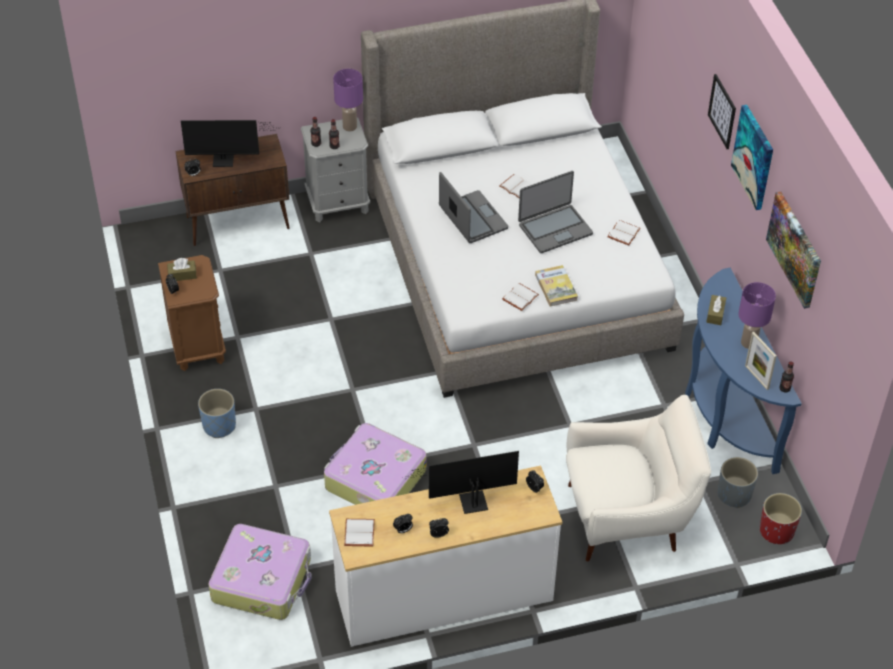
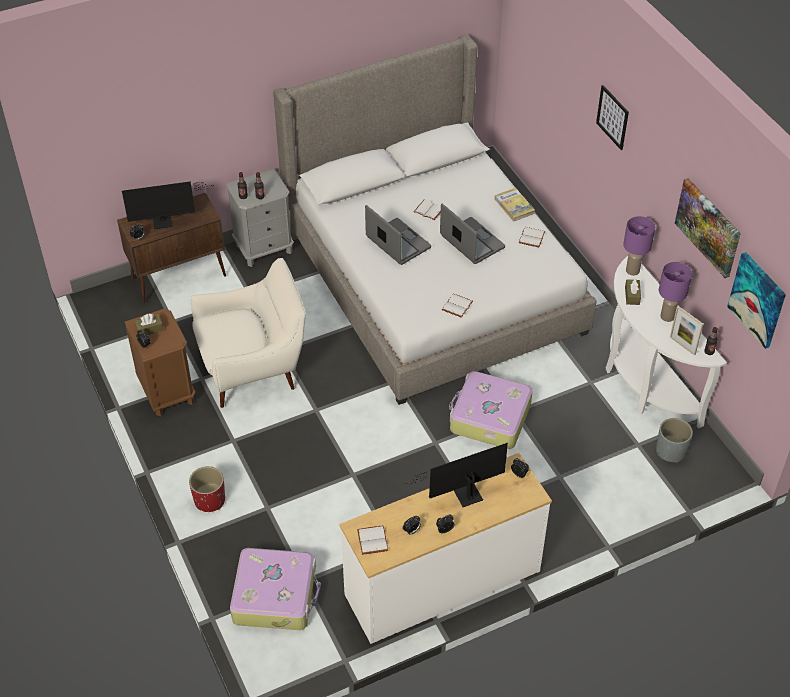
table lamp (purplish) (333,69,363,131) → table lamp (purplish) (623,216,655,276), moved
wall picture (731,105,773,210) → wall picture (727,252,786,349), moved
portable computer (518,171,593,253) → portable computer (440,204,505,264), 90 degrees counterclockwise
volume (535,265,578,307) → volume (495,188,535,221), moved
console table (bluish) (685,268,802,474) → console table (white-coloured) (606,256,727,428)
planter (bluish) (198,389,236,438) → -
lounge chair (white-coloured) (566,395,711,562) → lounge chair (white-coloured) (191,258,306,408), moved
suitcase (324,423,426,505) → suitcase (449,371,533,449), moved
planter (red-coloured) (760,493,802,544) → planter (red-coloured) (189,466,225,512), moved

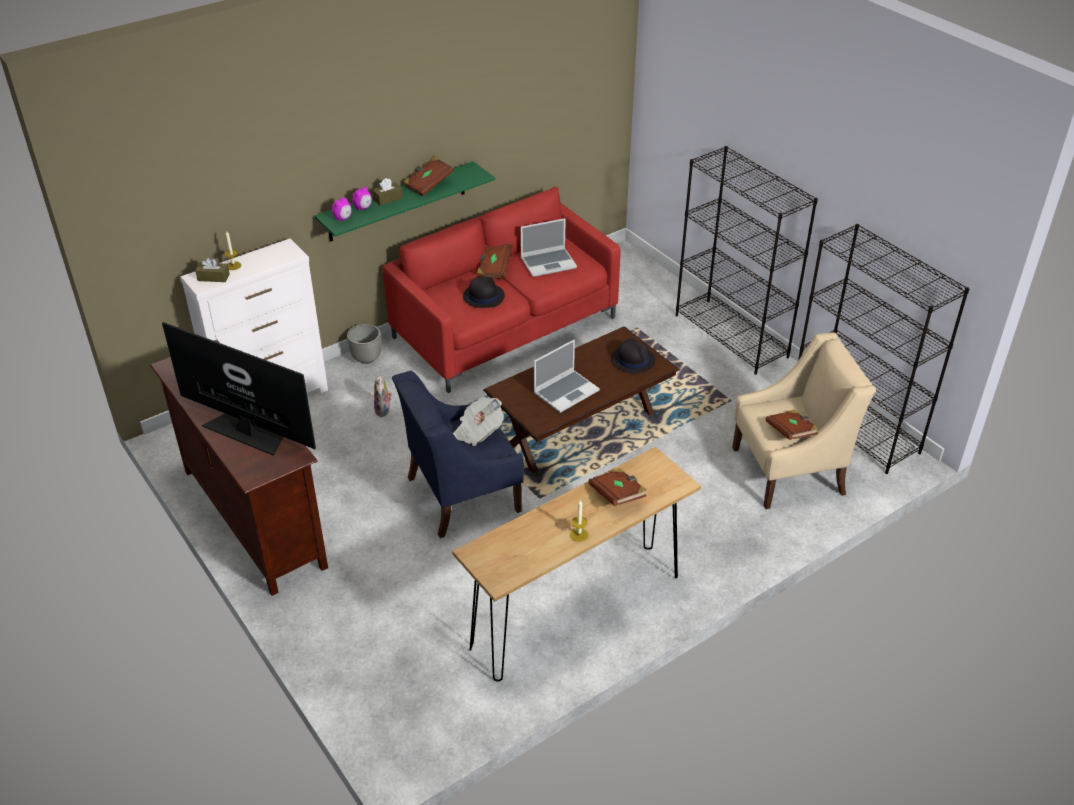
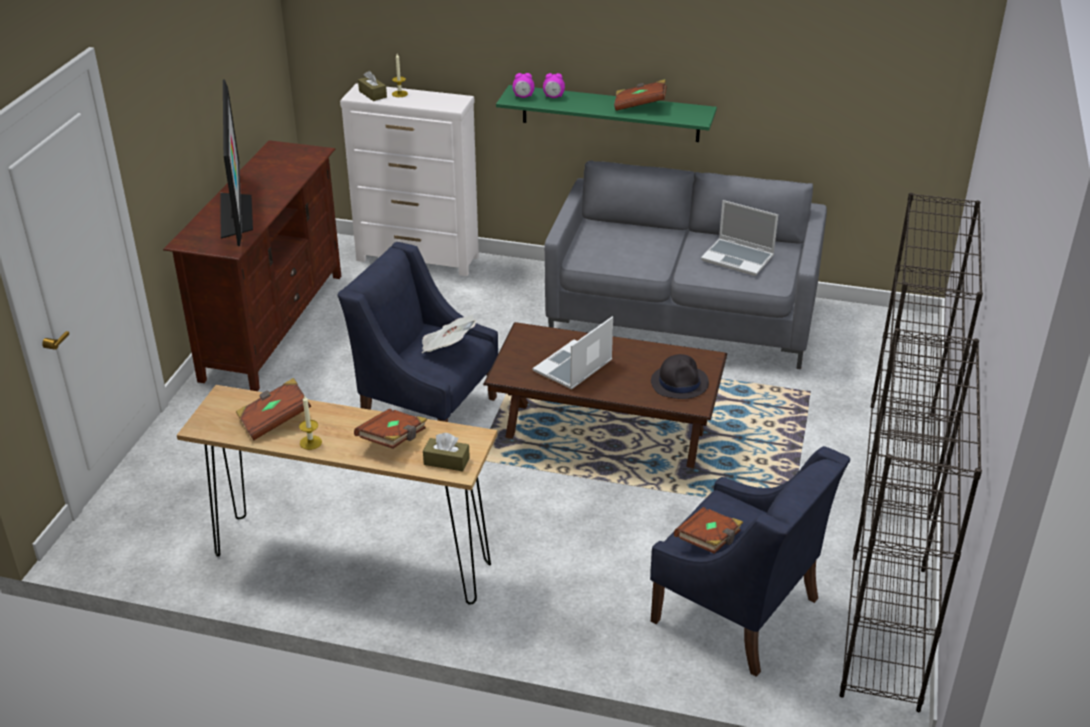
tissue holder (brownish) (372,178,403,206) → tissue holder (brownish) (423,433,470,471), moved
sofa (red-coloured) (383,187,620,393) → sofa (greyish) (544,161,827,369)
volume (brownish) (477,244,513,279) → volume (brownish) (236,378,311,441), moved
clothing hat (blackish) (463,277,505,308) → -
planter (347,324,381,364) → -
lounge chair (beige-coloured) (732,332,876,509) → lounge chair (bluish) (650,446,850,677)
portable computer (534,339,600,413) → portable computer (533,316,613,389), 120 degrees clockwise
soft toy (374,375,392,417) → -

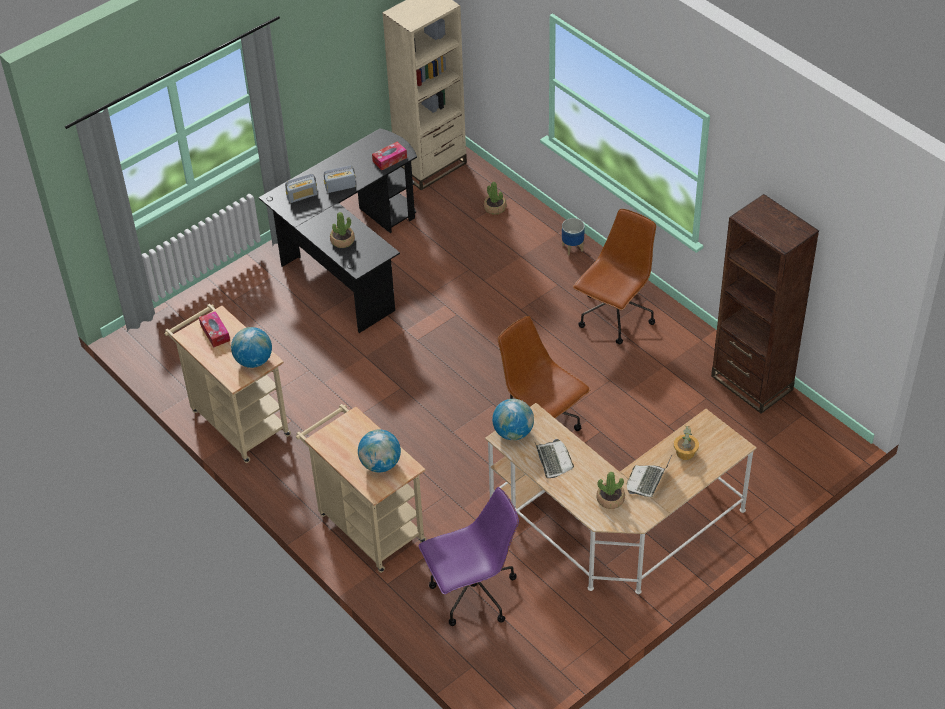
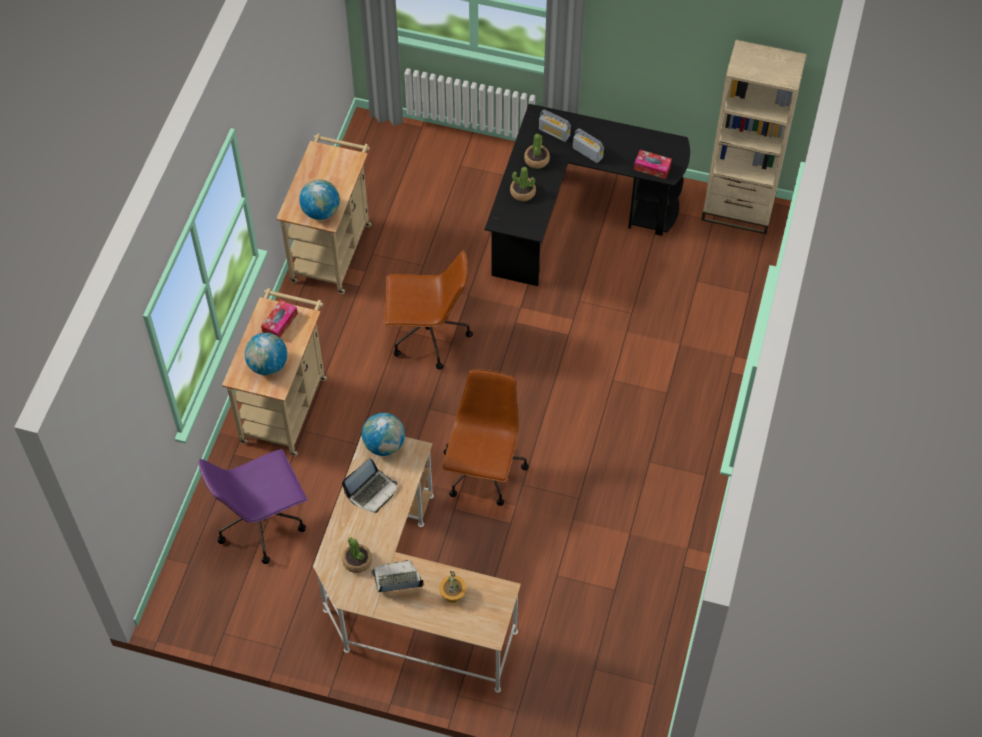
potted plant (484,182,506,215) → potted plant (524,134,550,169), moved
bookcase (brownish) (711,194,819,414) → -
desk chair (brownish) (573,209,656,344) → desk chair (brownish) (384,250,473,369), moved
planter (562,218,585,255) → -
tissue holder (199,311,230,347) → tissue holder (261,300,298,338), moved
desk chair (purplish) (419,487,519,626) → desk chair (purplish) (198,449,307,564), 120 degrees clockwise

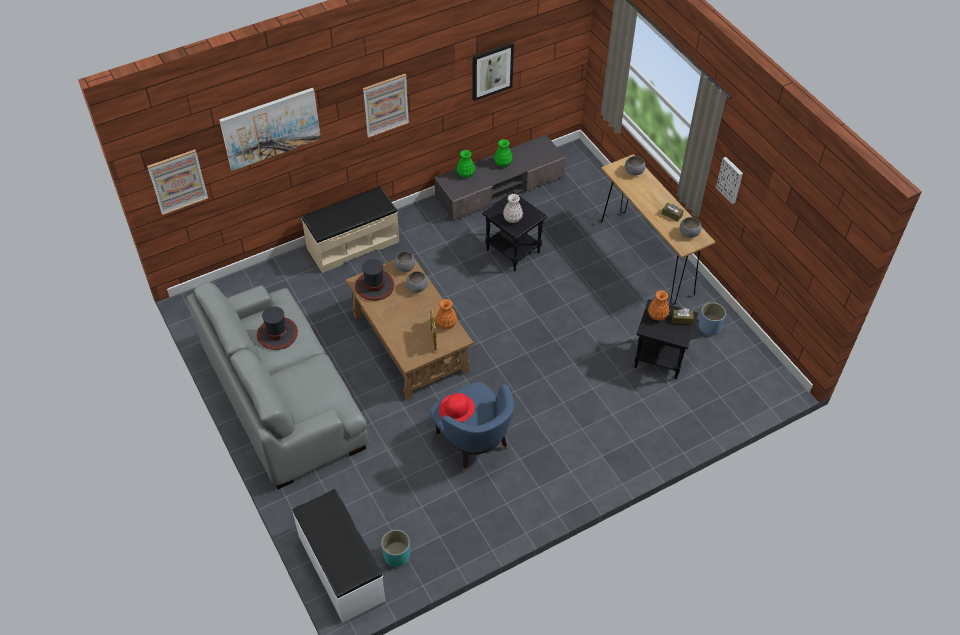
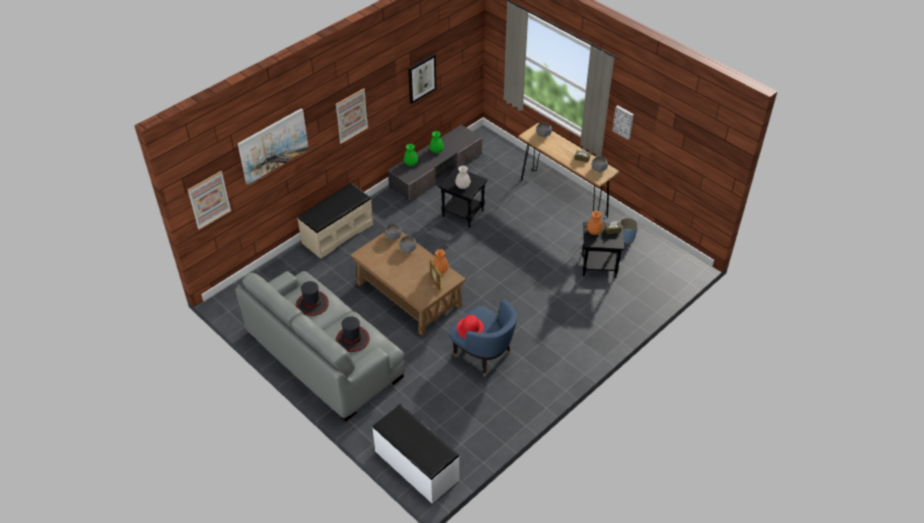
clothing hat (355,259,394,300) → clothing hat (336,316,370,352), moved
planter (turquoise) (381,530,410,567) → -

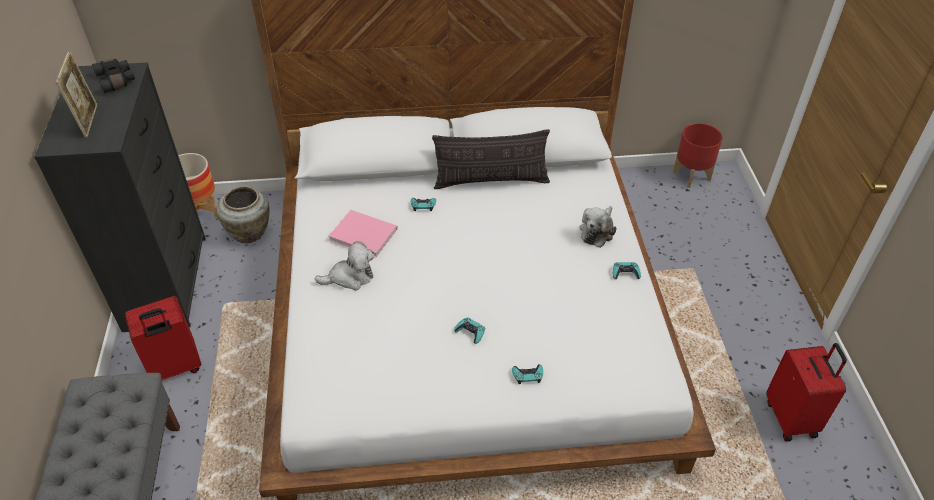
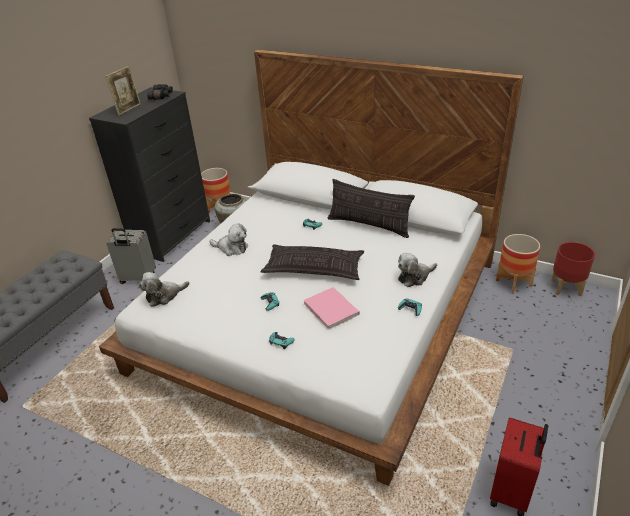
volume (pinkish) (329,210,398,257) → volume (pinkish) (303,287,360,330), moved
suitcase (red-coloured) (125,296,201,381) → suitcase (greyish) (107,228,156,284)
- → planter (496,234,540,294)
- → throw pillow (261,244,364,280)
- → soft toy (139,272,189,307)

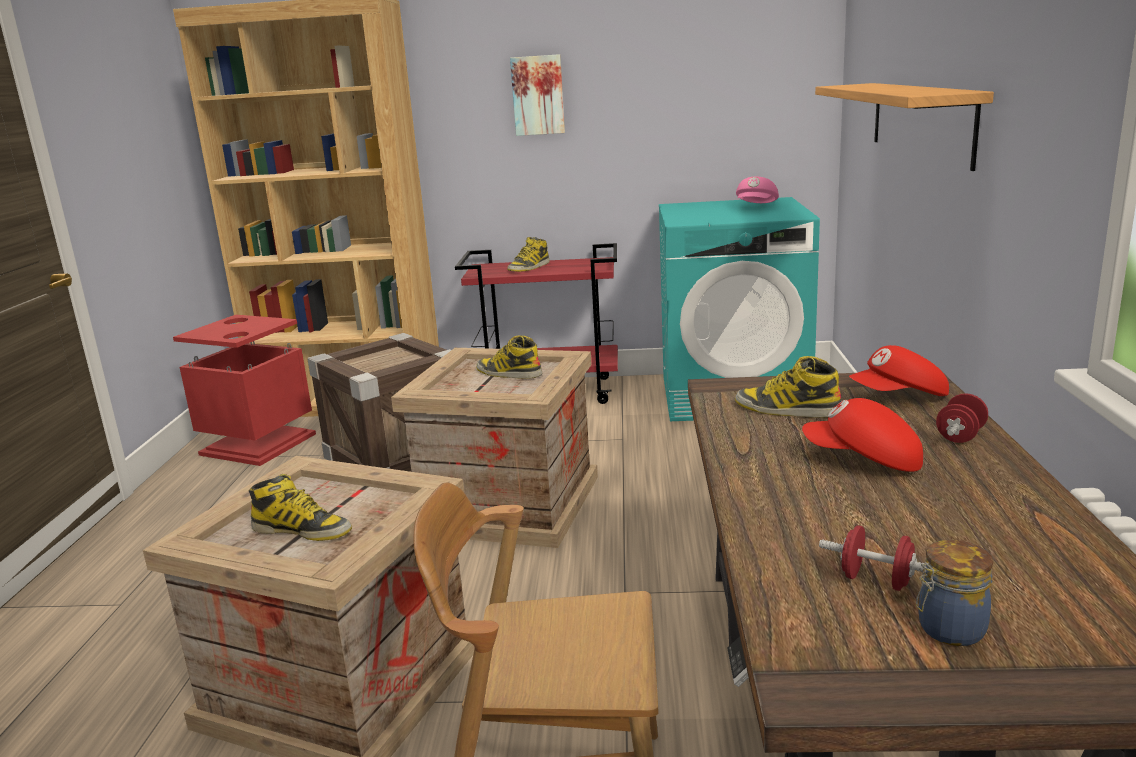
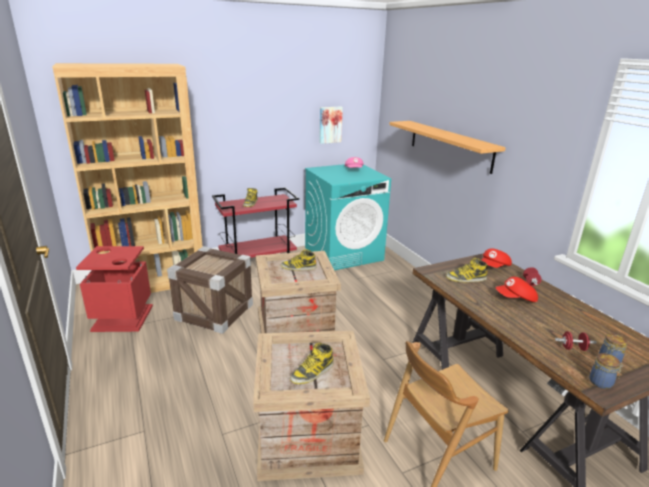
wall picture (510,54,565,136) → wall picture (319,107,343,144), moved
boot (248,474,352,541) → boot (290,343,334,384), 150 degrees clockwise
- → jar (589,353,623,389)

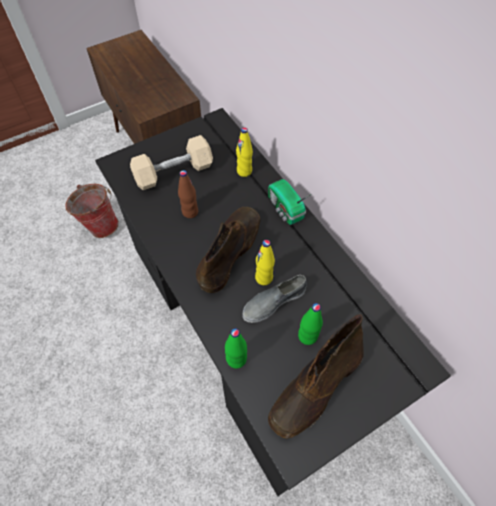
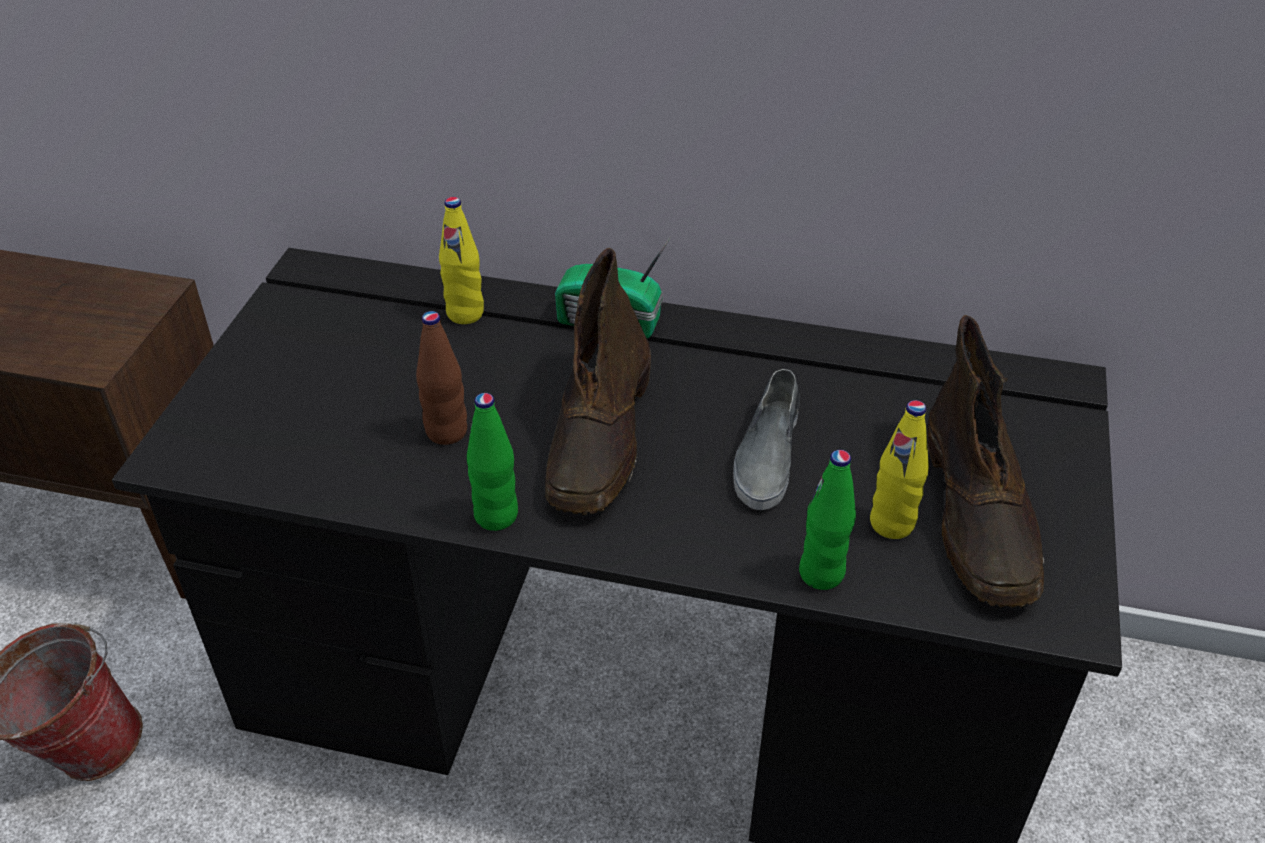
dumbbell (beige-coloured) (130,135,213,190) → -
boot (brownish) (196,207,260,293) → boot (brownish) (545,248,651,515), 150 degrees counterclockwise
drink bottle (yellow-coloured) (255,240,275,285) → drink bottle (yellow-coloured) (870,400,929,539), moved
drink bottle (green) (298,303,323,345) → drink bottle (green) (467,393,518,531), moved

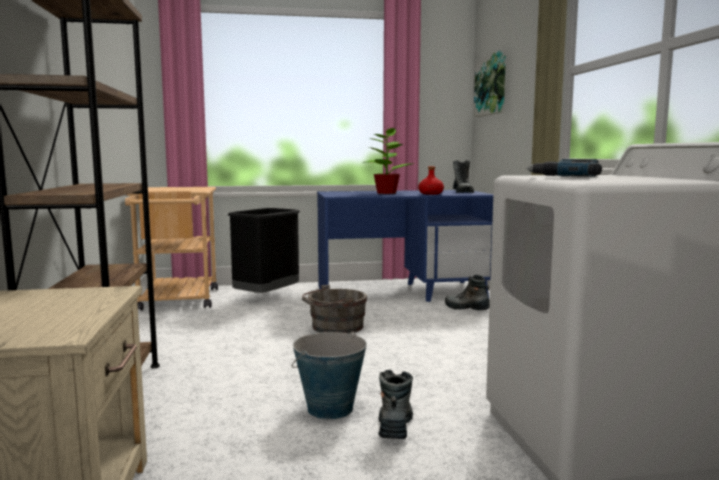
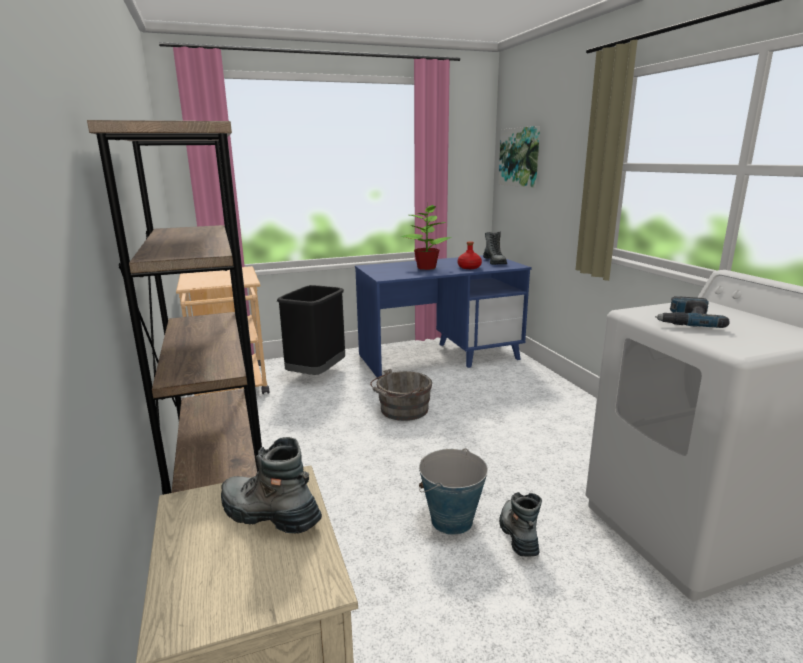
boot (445,275,490,310) → boot (221,437,322,534), moved

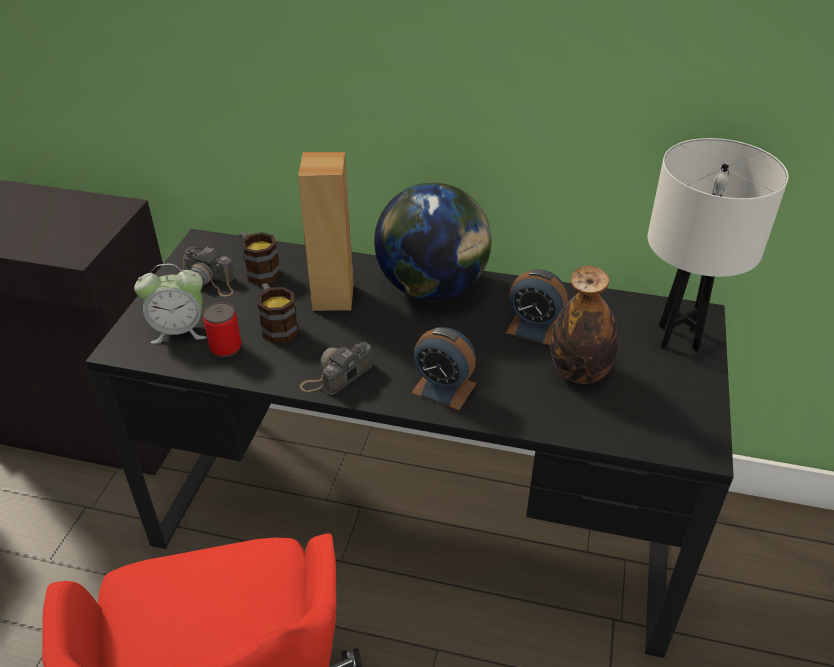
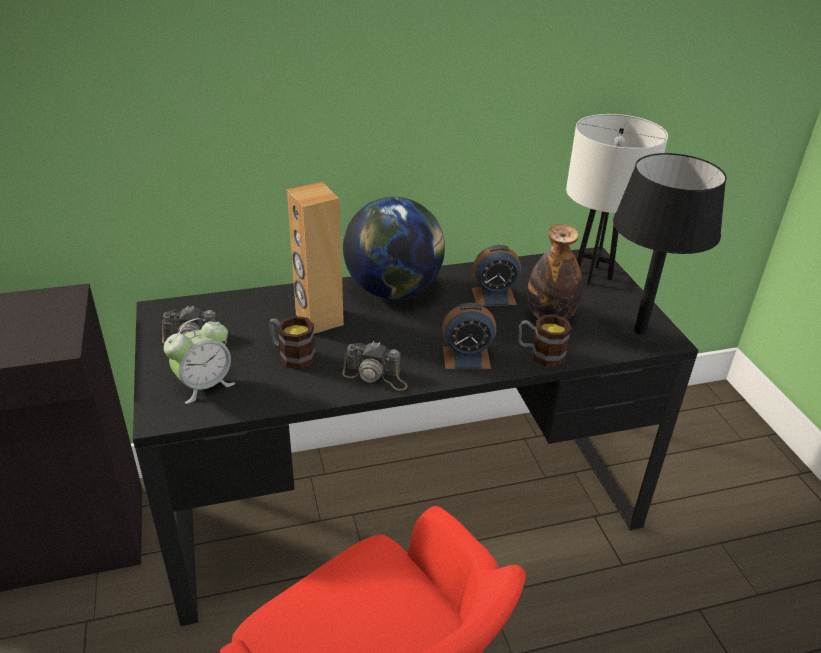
mug (239,232,281,285) → mug (518,315,572,366), moved
metal can (203,302,241,357) → -
photo camera (300,342,372,395) → photo camera (342,341,408,391), 90 degrees counterclockwise
- → table lamp (blackish) (613,153,727,335)

